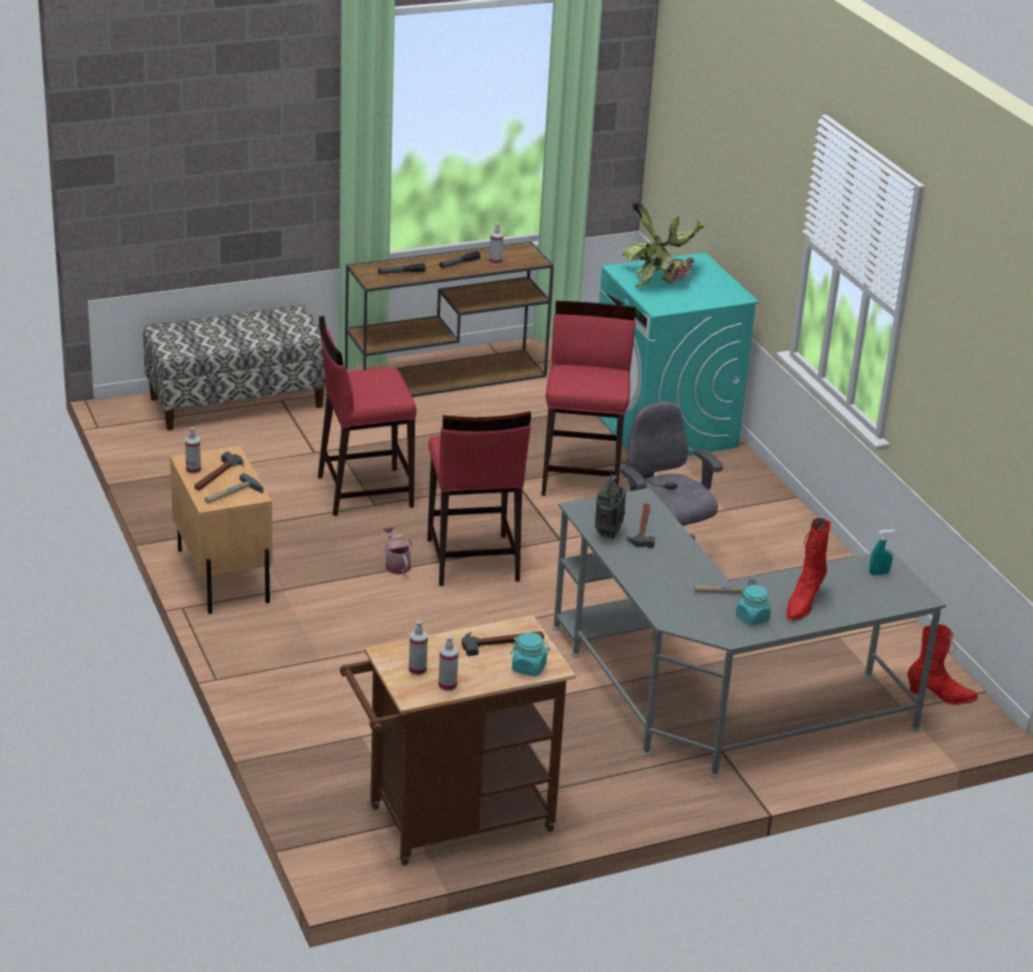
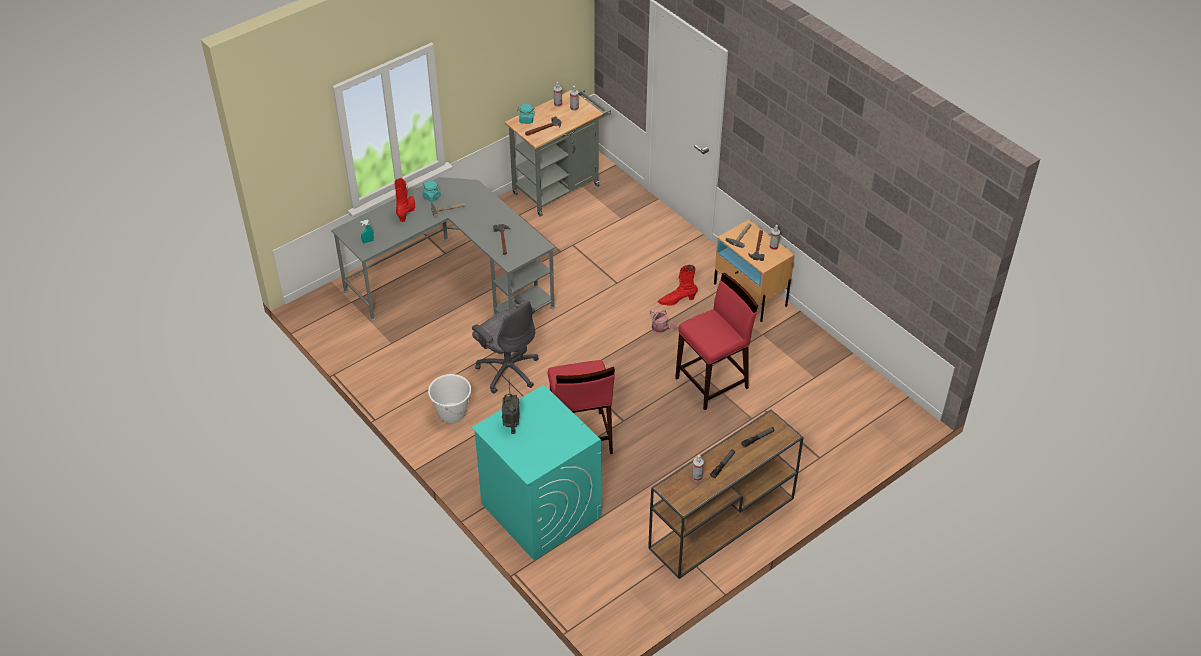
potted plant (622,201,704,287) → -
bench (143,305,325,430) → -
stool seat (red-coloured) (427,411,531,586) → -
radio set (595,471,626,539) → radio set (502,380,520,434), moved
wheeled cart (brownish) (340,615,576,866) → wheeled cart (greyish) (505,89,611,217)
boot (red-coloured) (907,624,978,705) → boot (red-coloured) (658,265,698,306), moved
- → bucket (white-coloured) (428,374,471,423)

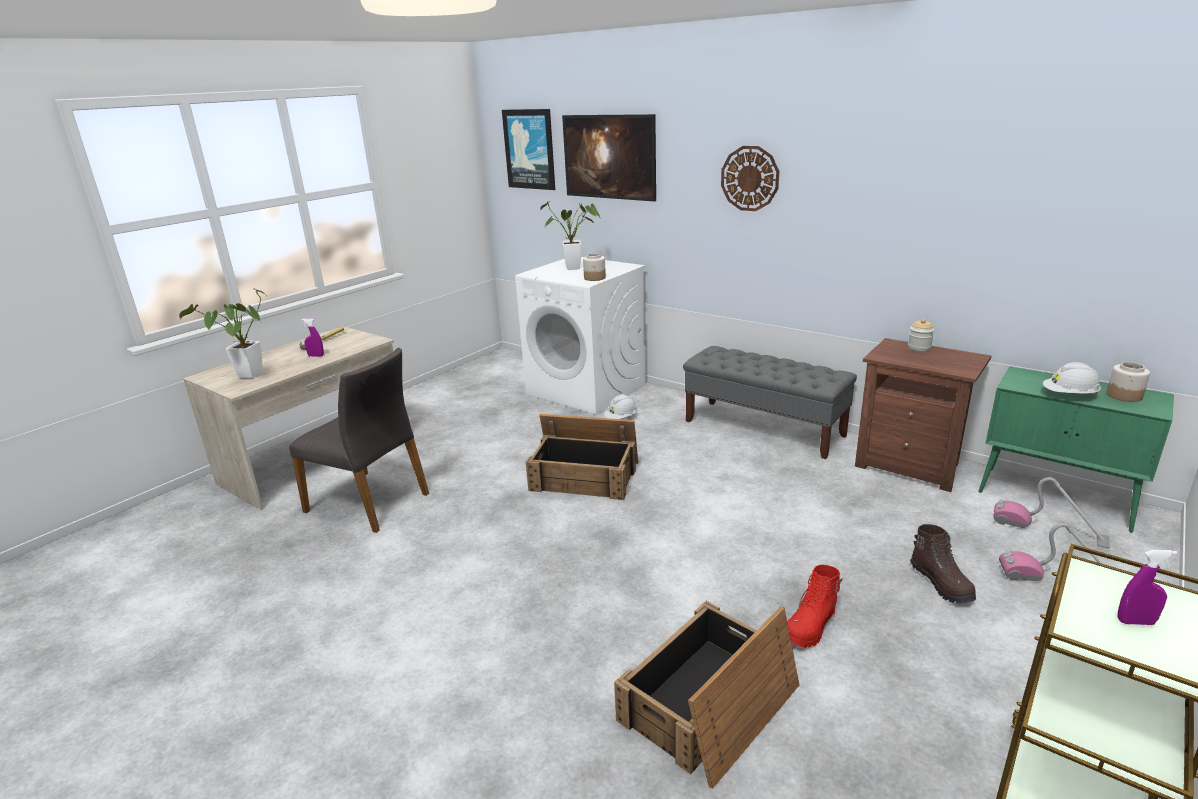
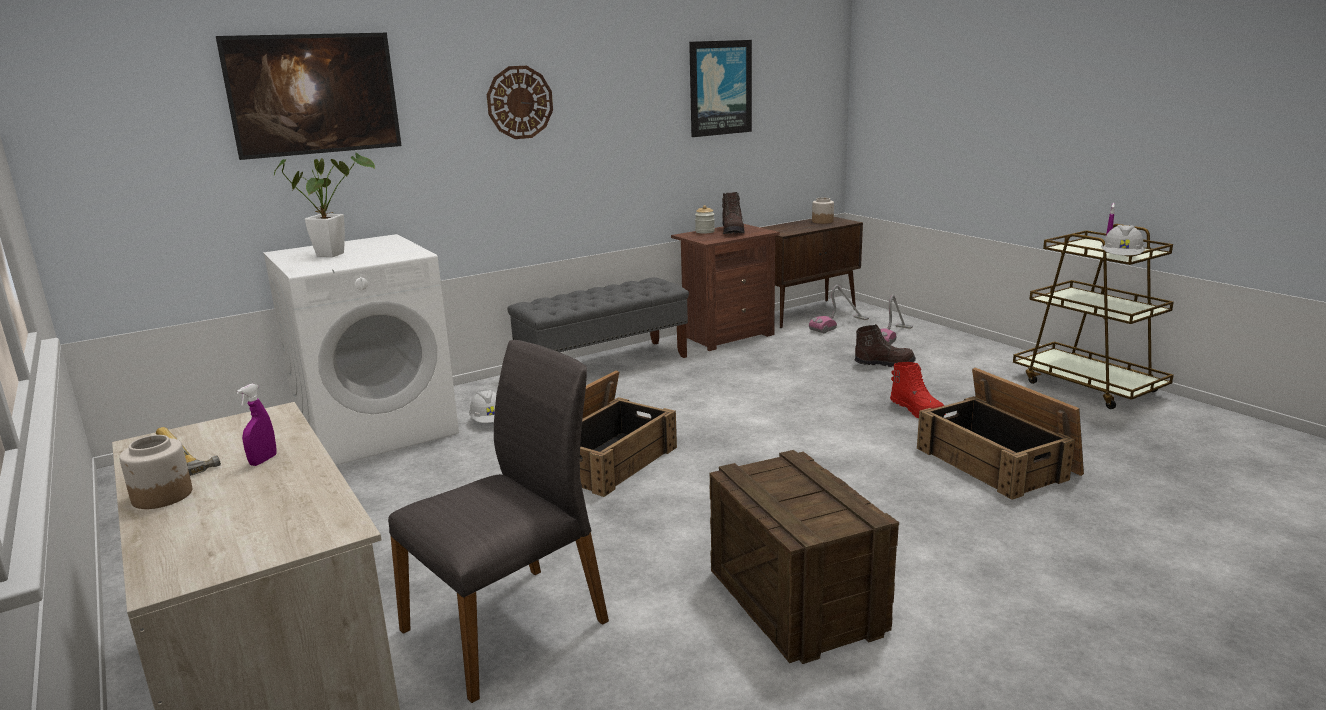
wall picture (502,109,555,190) → wall picture (689,40,752,137), moved
jar (583,253,606,281) → jar (119,435,192,509), moved
potted plant (179,288,267,379) → -
hard hat (white-coloured) (1043,362,1101,395) → hard hat (white-coloured) (1101,225,1145,255), moved
storage cabinet (green) (979,366,1174,533) → storage cabinet (brownish) (760,217,863,328)
- → boot (brownish) (722,192,745,234)
- → packing crate (709,450,899,664)

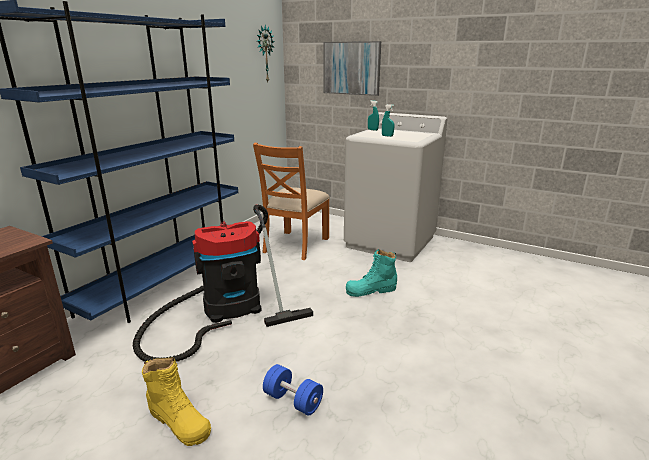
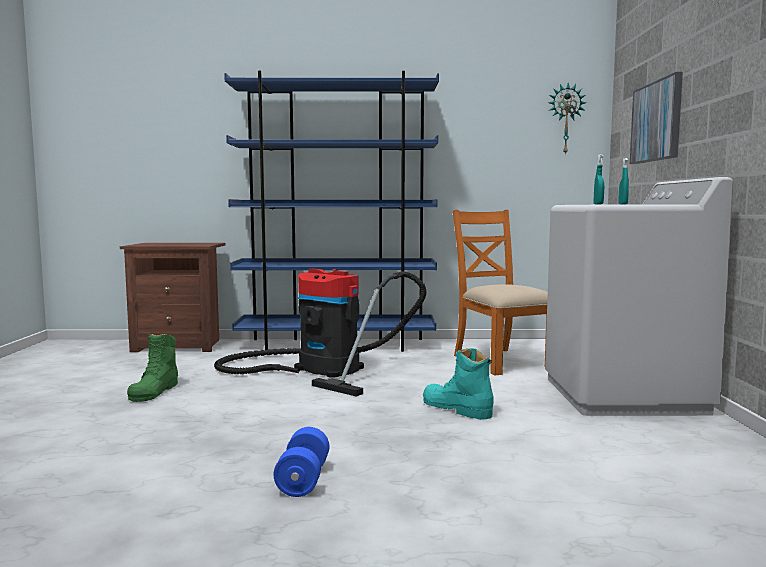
upright chair (orange-coloured) (253,143,330,260) → upright chair (orange-coloured) (453,210,548,376), 75 degrees clockwise
boot (yellow-coloured) (142,358,211,446) → boot (green) (127,333,178,402)
dumbbell (bluish) (263,364,323,415) → dumbbell (bluish) (274,427,329,497), moved

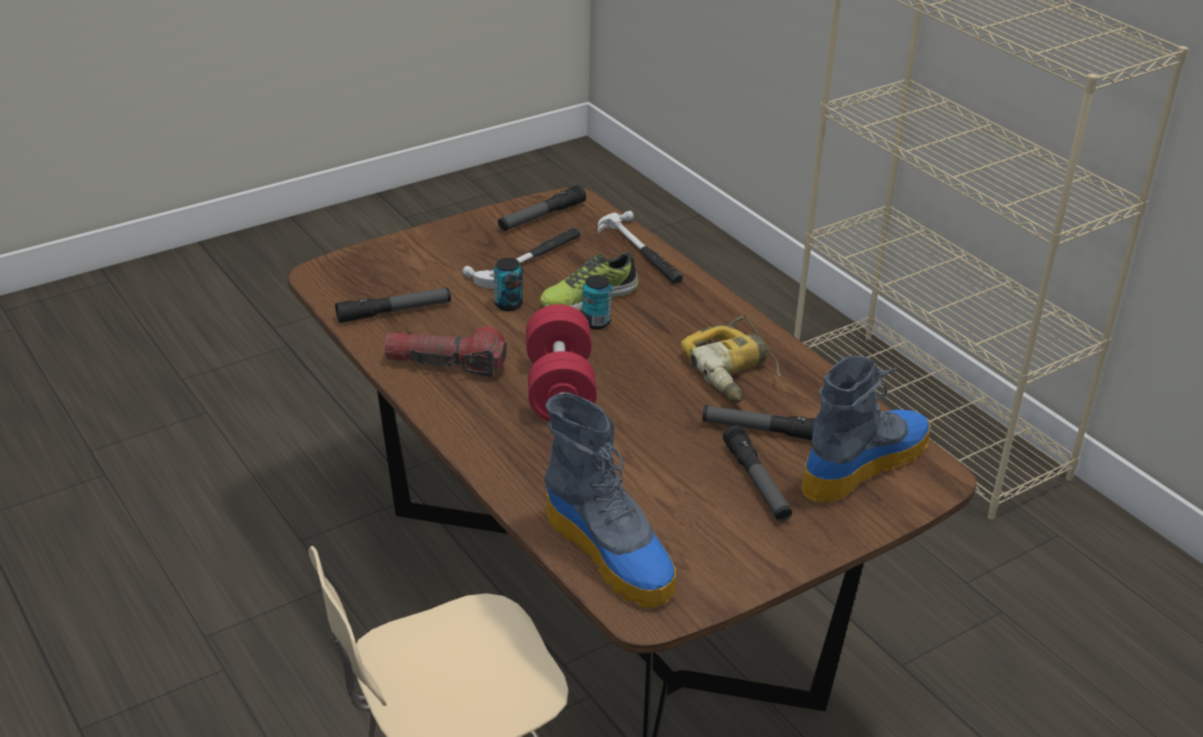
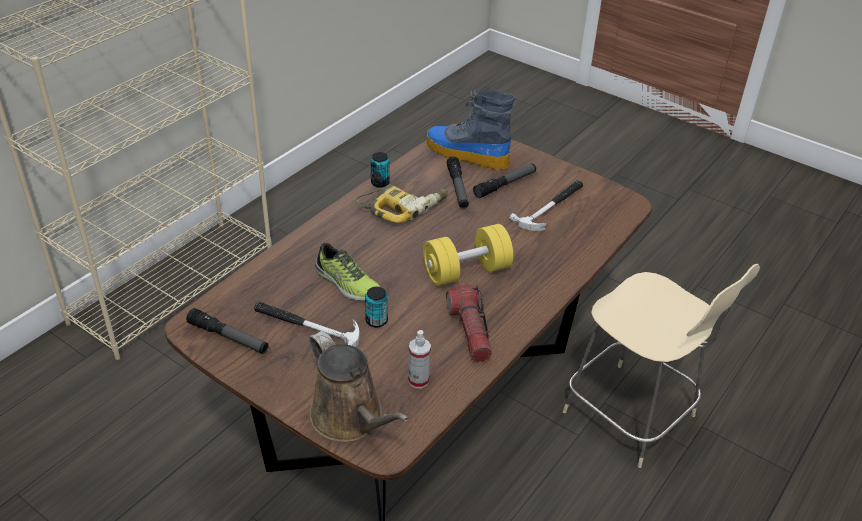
hand hammer (598,211,683,284) → hand hammer (509,180,583,231), moved
metal can (582,275,612,329) → metal can (371,152,390,188), moved
hand torch (335,287,451,323) → spray bottle (408,330,431,389)
dumbbell (red-coloured) (526,304,597,421) → dumbbell (yellow-coloured) (423,224,513,286)
boot (544,392,676,608) → -
- → watering pot (brownish) (309,331,409,442)

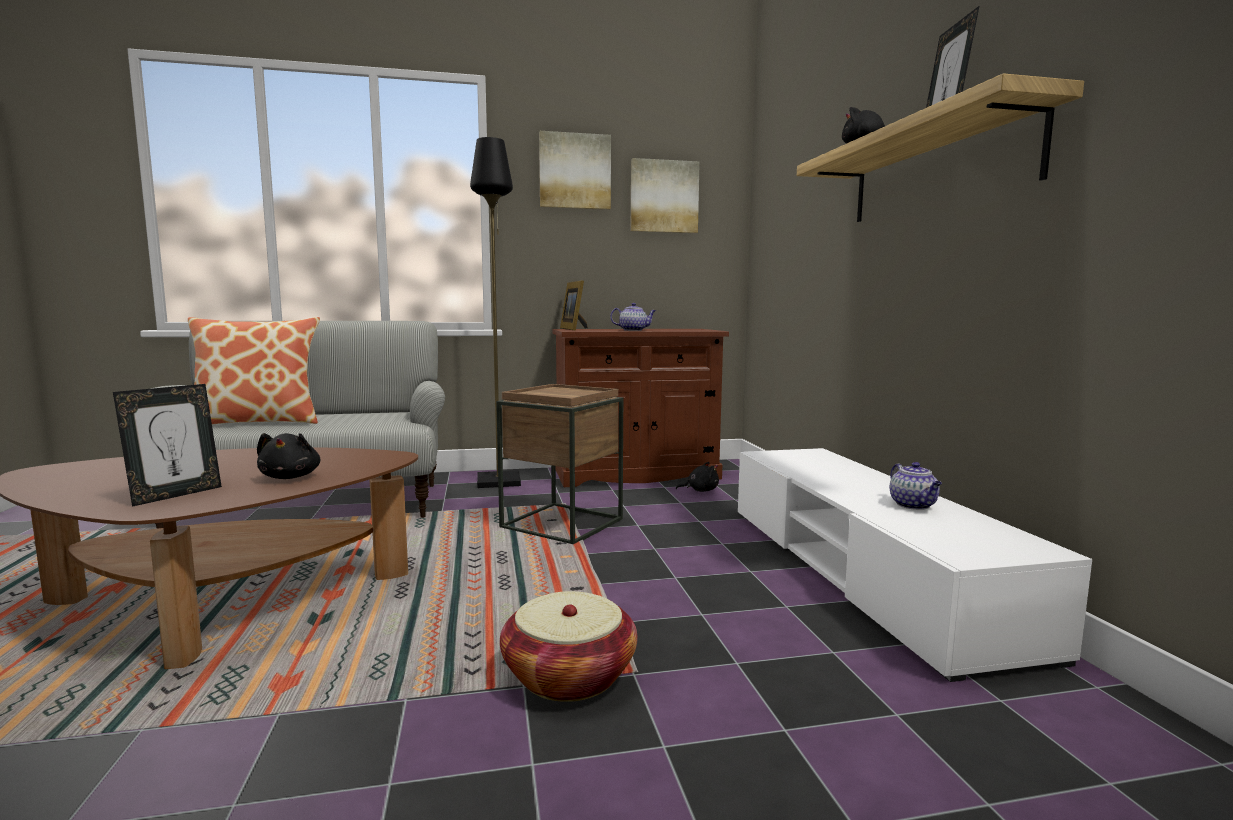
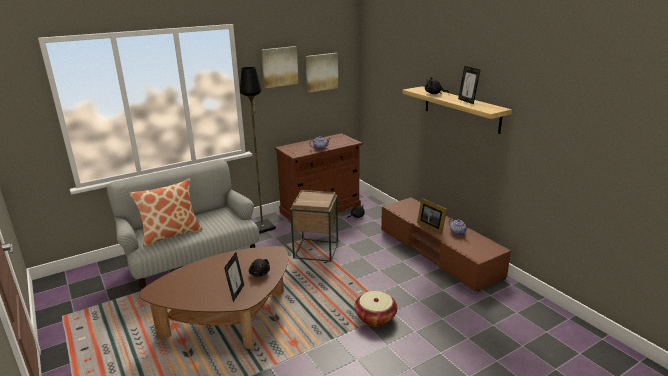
picture frame (560,280,588,331) → picture frame (417,198,447,235), moved
tv stand (white-coloured) (738,448,1092,682) → tv stand (brownish) (381,197,511,292)

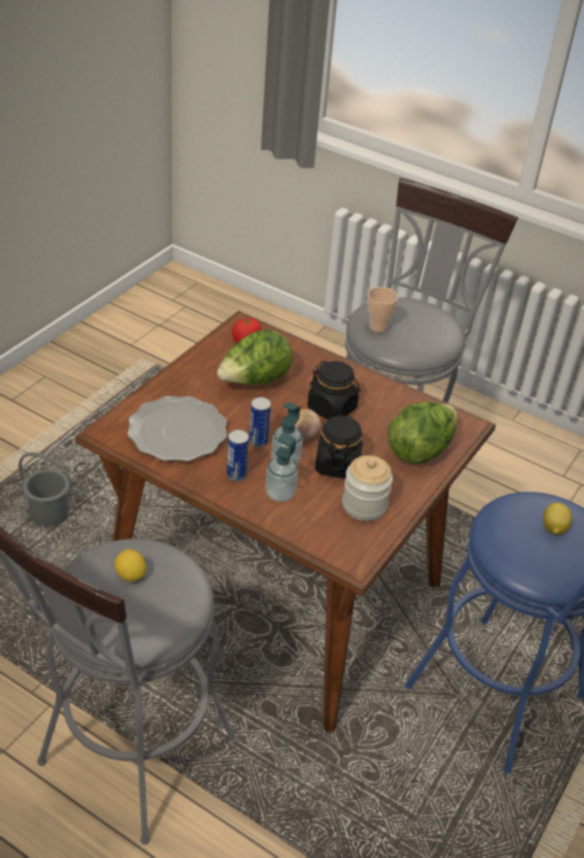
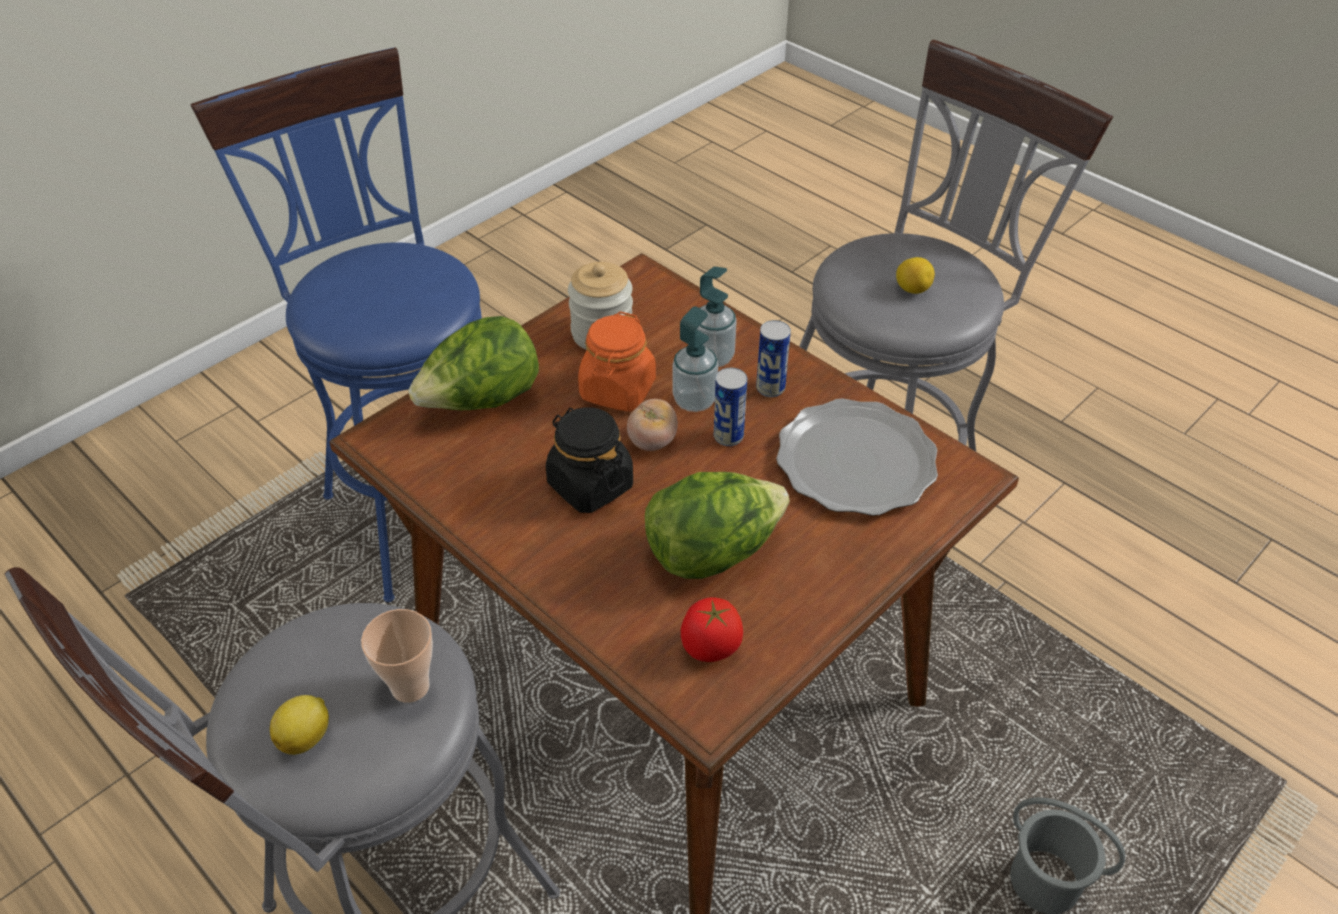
jar (blackish) (315,414,363,478) → jar (orange-coloured) (578,311,656,412)
citrus fruit (543,503,572,535) → citrus fruit (270,695,329,755), moved

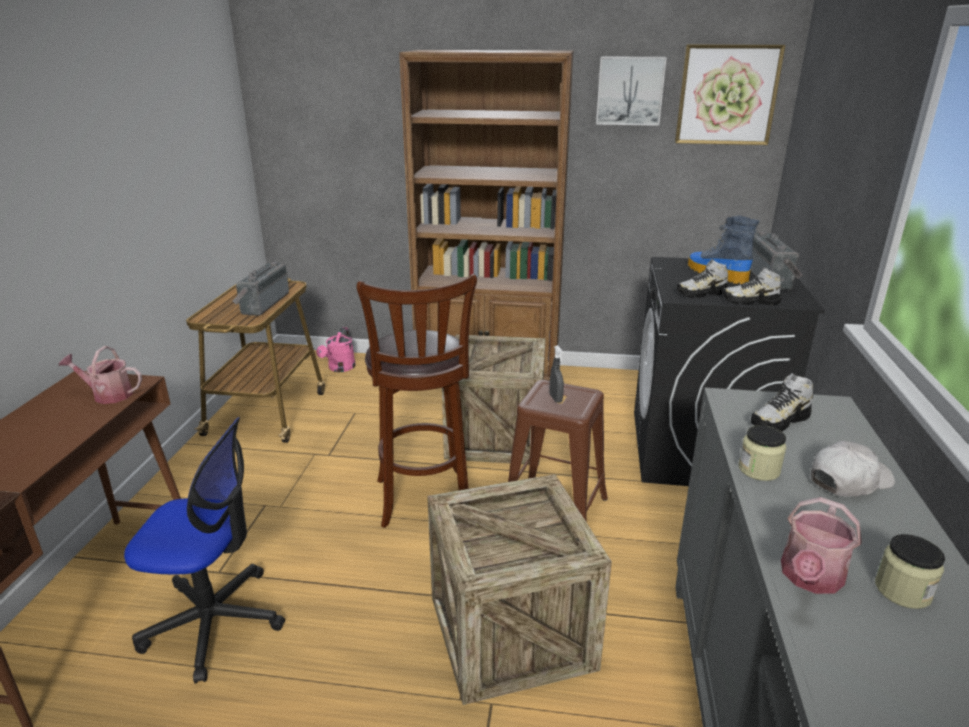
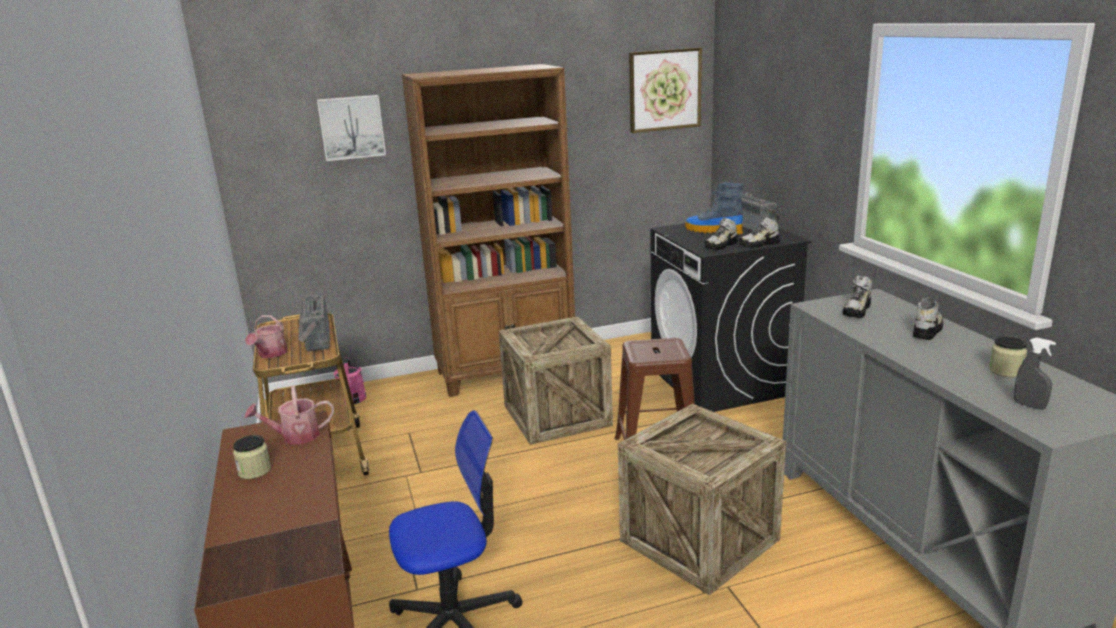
wall picture (596,56,667,126) → wall picture (317,95,386,161), moved
stool seat (brownish) (357,274,477,528) → -
spray bottle (greyish) (550,345,564,403) → spray bottle (greyish) (1014,337,1056,410), moved
jar (739,425,786,481) → jar (233,435,271,479), moved
peaked cap (white-coloured) (811,441,895,497) → item of footwear (913,297,943,340)
watering pot (781,497,862,594) → watering pot (245,315,287,358), moved

